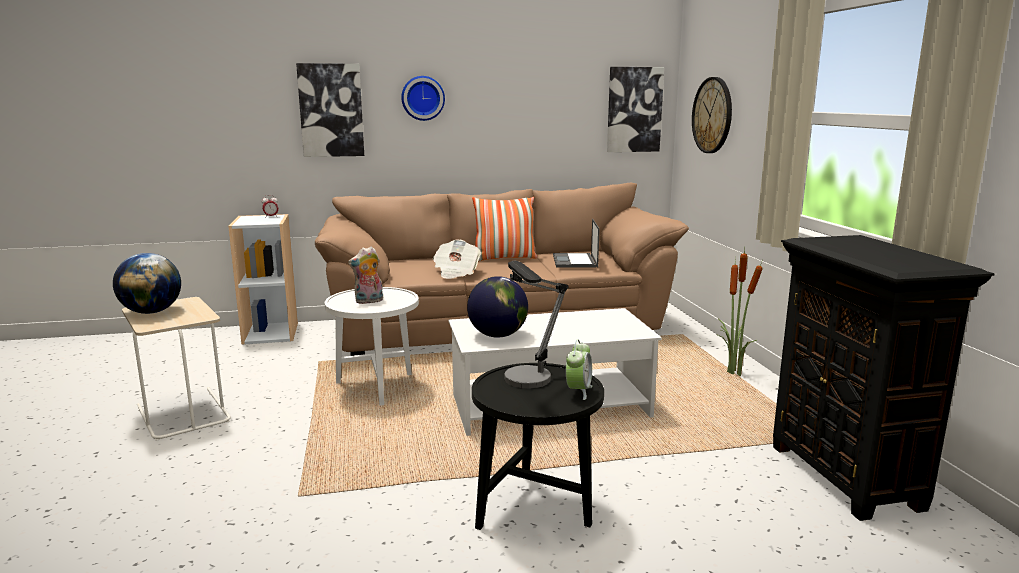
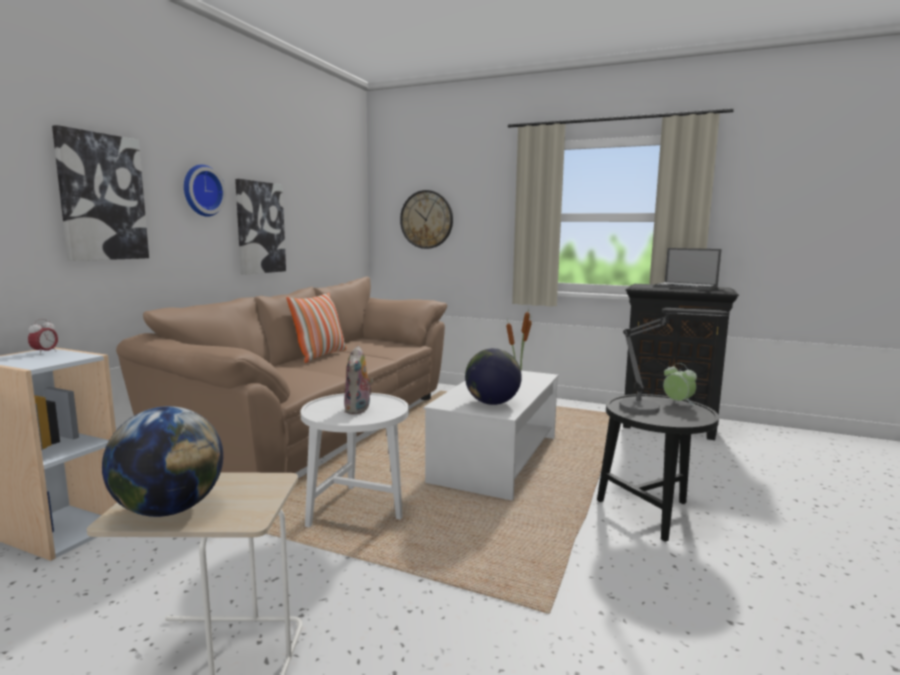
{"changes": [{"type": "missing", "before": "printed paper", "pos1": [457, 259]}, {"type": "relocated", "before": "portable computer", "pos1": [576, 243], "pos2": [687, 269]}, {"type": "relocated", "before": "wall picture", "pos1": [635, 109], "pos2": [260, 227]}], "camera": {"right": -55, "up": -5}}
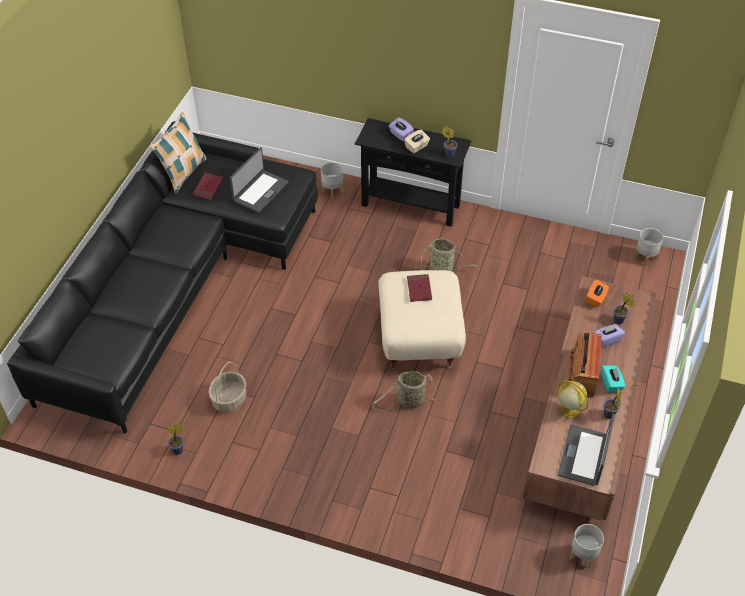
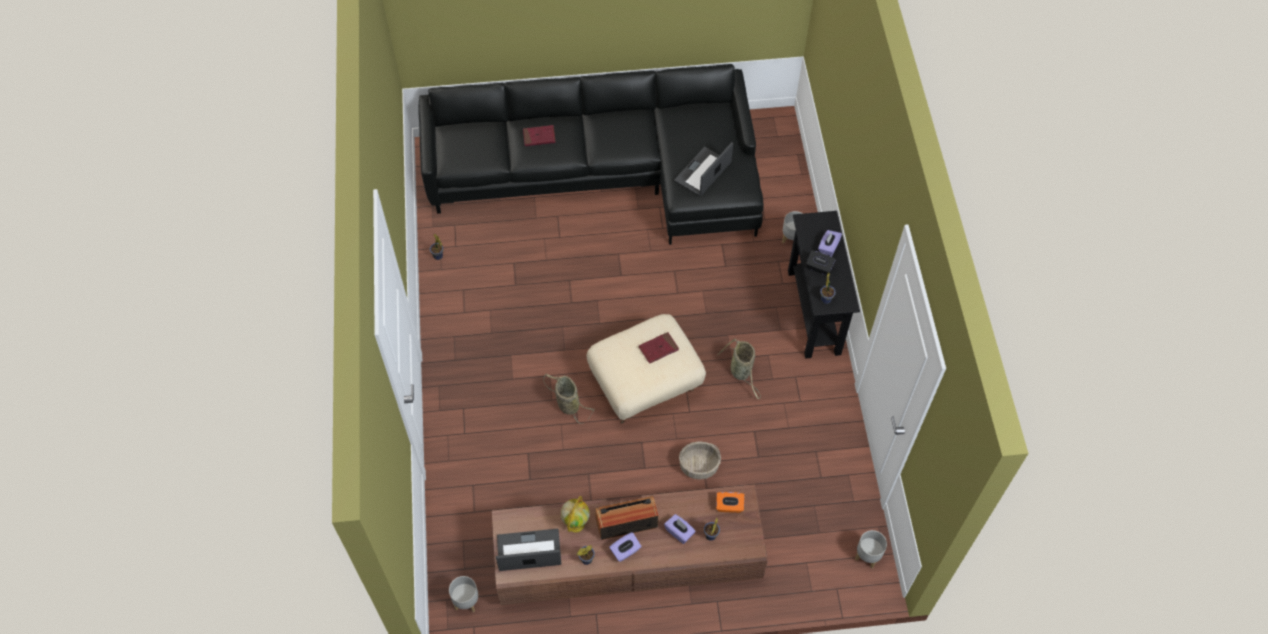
{"changes": [{"type": "missing", "before": "cushion", "pos1": [178, 153]}, {"type": "relocated", "before": "book (red-coloured)", "pos1": [208, 186], "pos2": [539, 135]}, {"type": "relocated", "before": "storage basket", "pos1": [227, 386], "pos2": [700, 460]}, {"type": "colour", "before": "tissue holder (beige)", "after": "tissue holder (black)", "pos1": [417, 141], "pos2": [821, 262]}, {"type": "colour", "before": "tissue holder (blue-green)", "after": "tissue holder (purple-coloured)", "pos1": [613, 379], "pos2": [625, 547]}, {"type": "spun", "before": "portable computer", "pos1": [259, 180], "pos2": [703, 169], "turn": 120}], "camera": {"right": 65, "up": 10}}
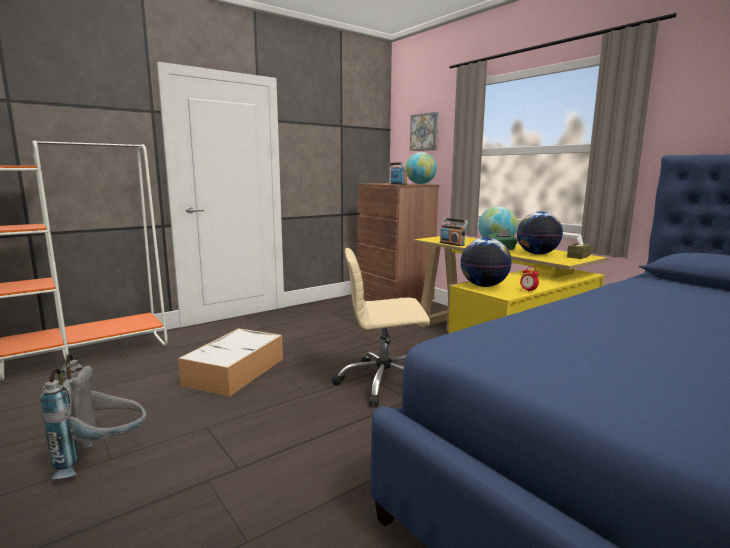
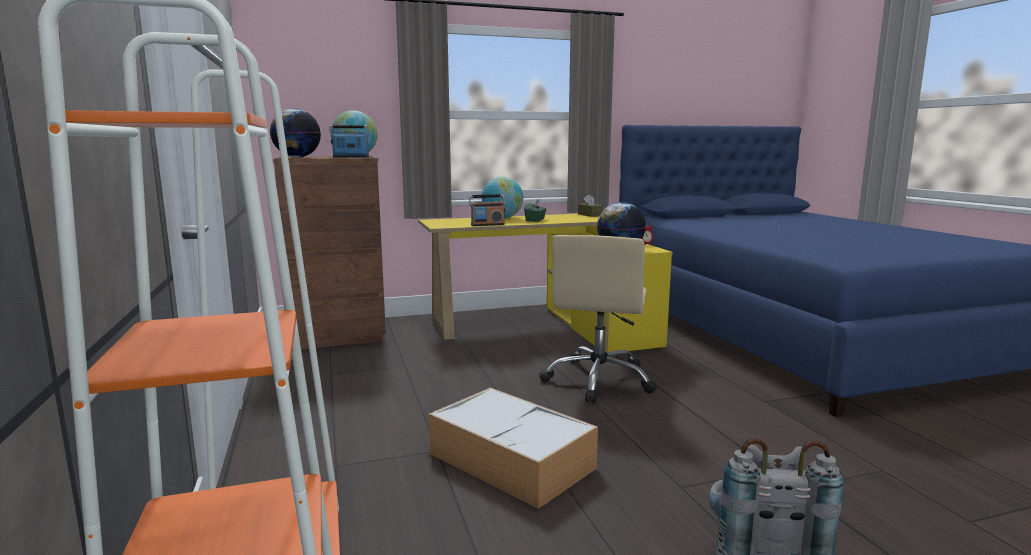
{"changes": [{"type": "missing", "before": "wall picture", "pos1": [424, 131]}, {"type": "relocated", "before": "world globe", "pos1": [540, 233], "pos2": [295, 132]}], "camera": {"right": -70, "up": 0}}
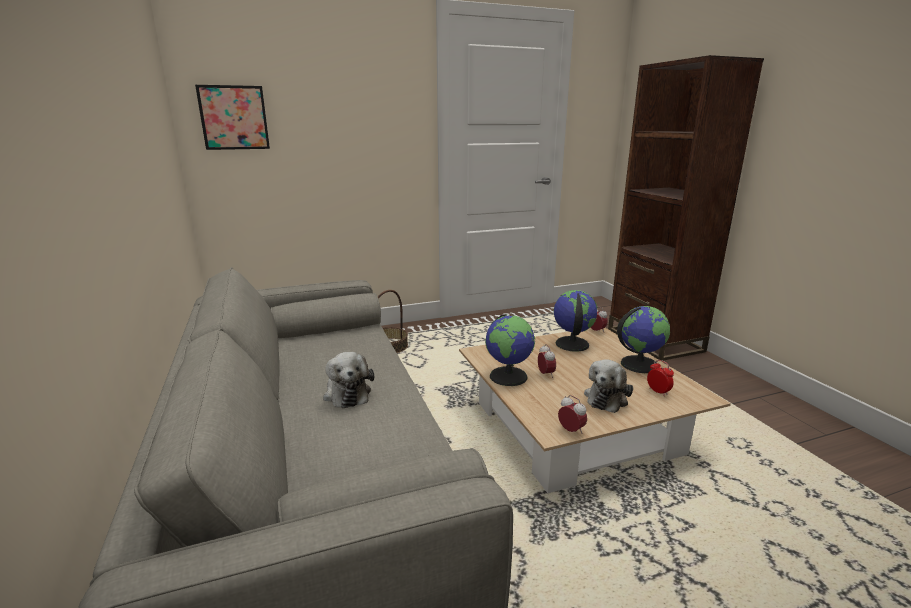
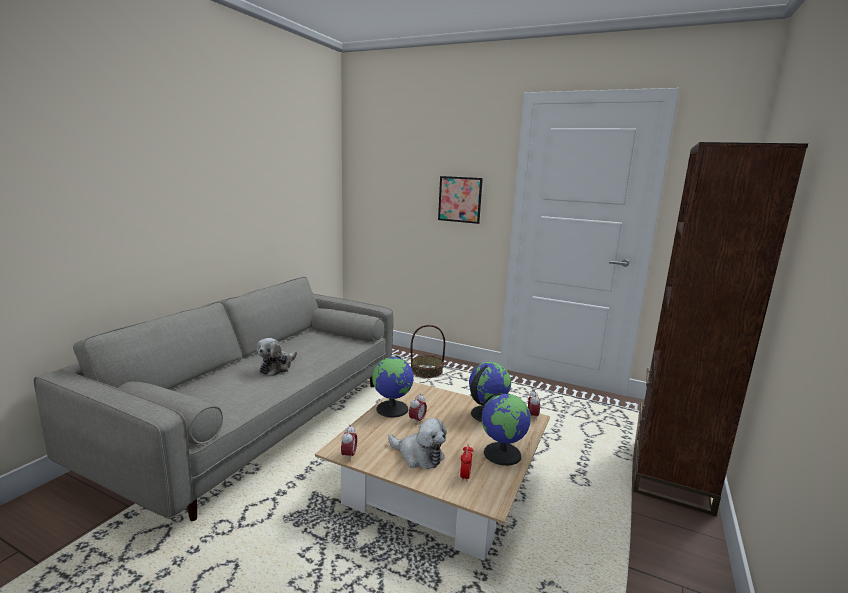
{"changes": [{"type": "relocated", "before": "wall picture", "pos1": [232, 117], "pos2": [460, 200]}, {"type": "spun", "before": "soft toy", "pos1": [608, 386], "pos2": [417, 443], "turn": -135}], "camera": {"right": 45, "up": -5}}
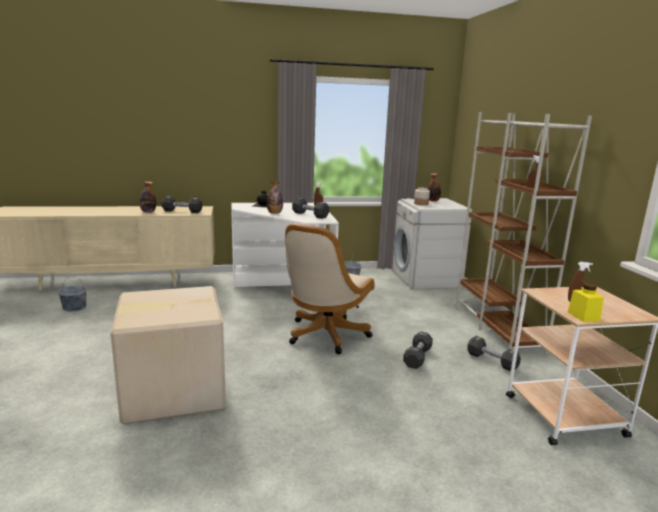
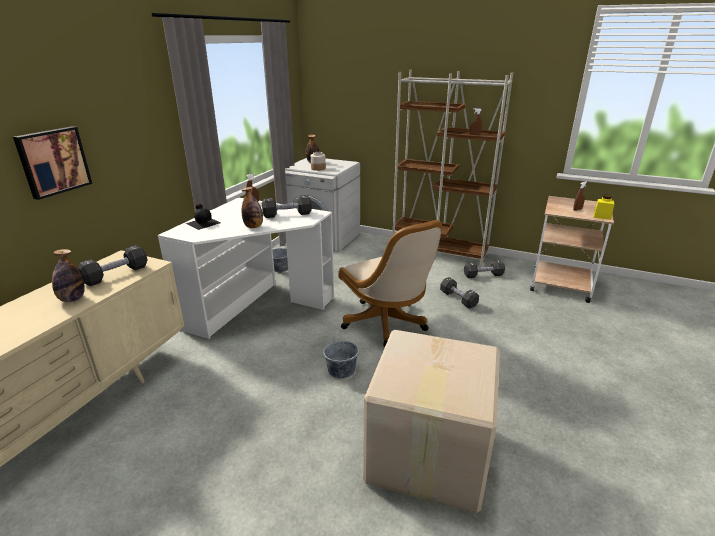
{"changes": [{"type": "appeared", "after": "wall picture", "pos2": [52, 163]}, {"type": "relocated", "before": "bucket (grey)", "pos1": [72, 294], "pos2": [341, 356]}], "camera": {"right": -55, "up": 10}}
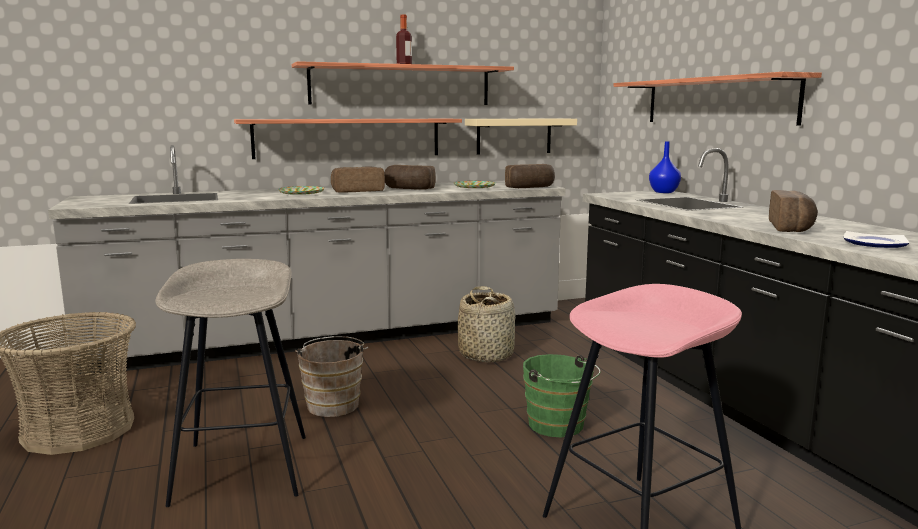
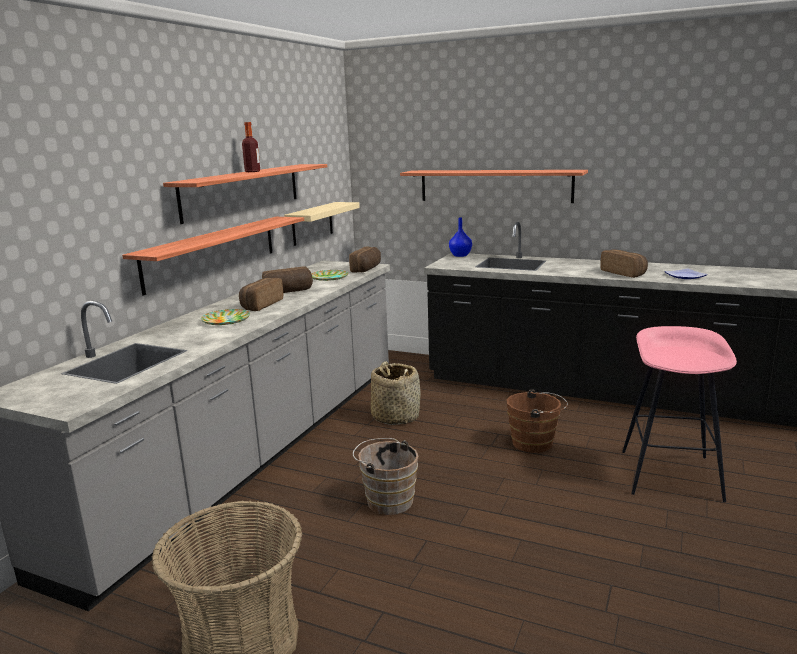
{"changes": [{"type": "missing", "before": "stool seat (grey)", "pos1": [231, 383]}, {"type": "colour", "before": "bucket (green-coloured)", "after": "bucket (brown-coloured)", "pos1": [562, 395], "pos2": [537, 421]}], "camera": {"right": -45, "up": 5}}
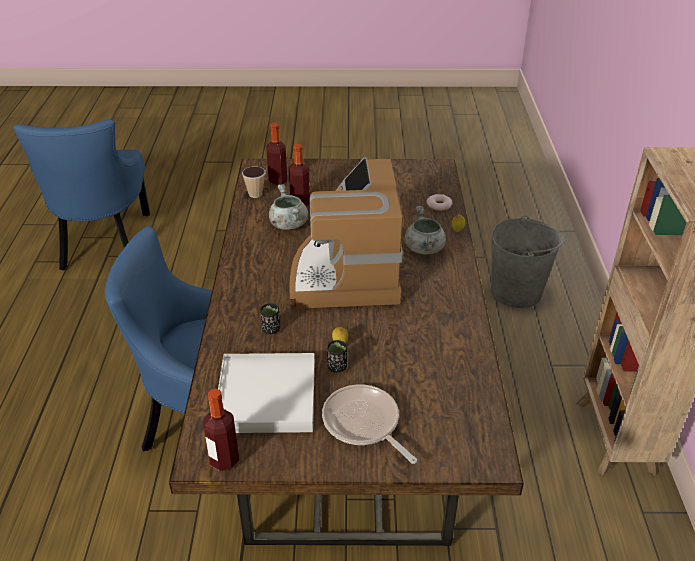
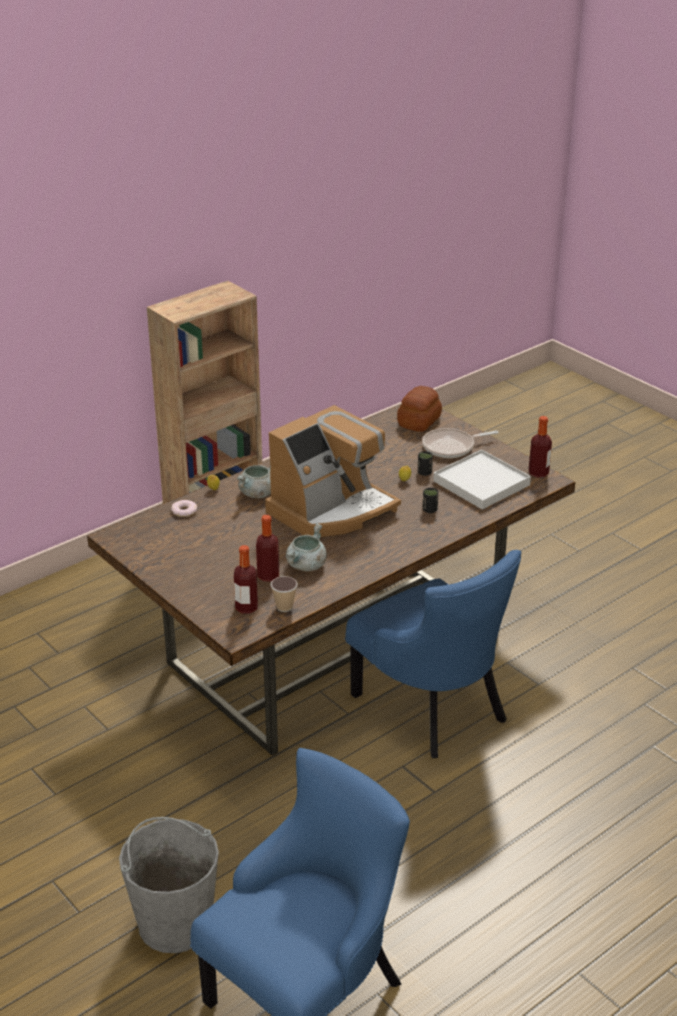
{"changes": [{"type": "appeared", "after": "bread", "pos2": [419, 409]}, {"type": "relocated", "before": "bucket (grey)", "pos1": [527, 261], "pos2": [169, 885]}, {"type": "spun", "before": "frying pan", "pos1": [369, 424], "pos2": [460, 443], "turn": 60}], "camera": {"right": -130, "up": -5}}
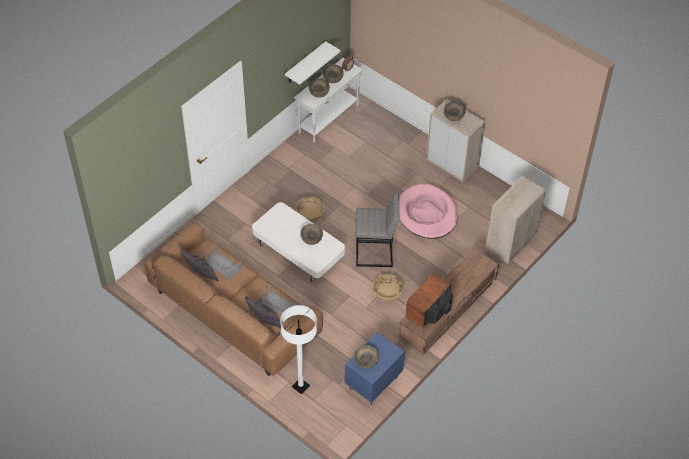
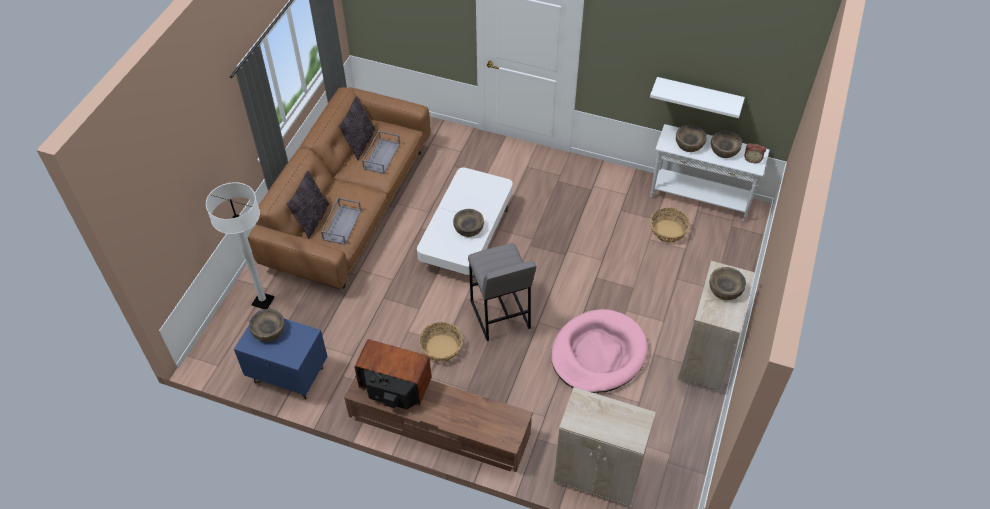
{"changes": [{"type": "relocated", "before": "storage basket", "pos1": [310, 209], "pos2": [670, 225]}], "camera": {"right": 70, "up": 0}}
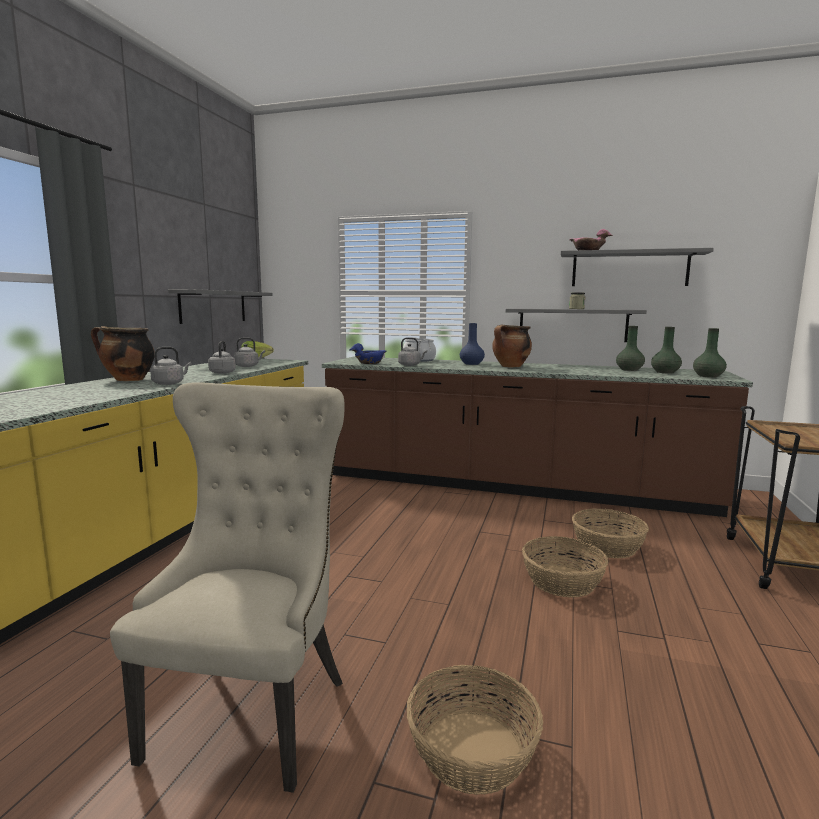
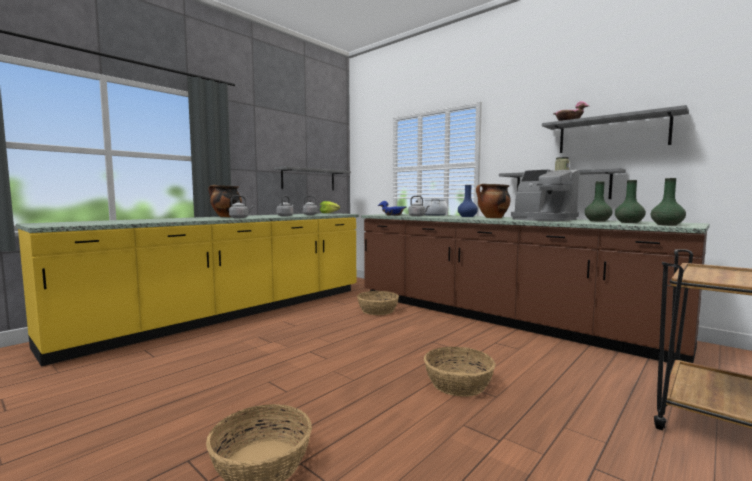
{"changes": [{"type": "missing", "before": "chair (beige)", "pos1": [227, 587]}, {"type": "appeared", "after": "coffee machine", "pos2": [545, 195]}, {"type": "relocated", "before": "storage basket", "pos1": [610, 533], "pos2": [378, 303]}], "camera": {"right": 25, "up": -5}}
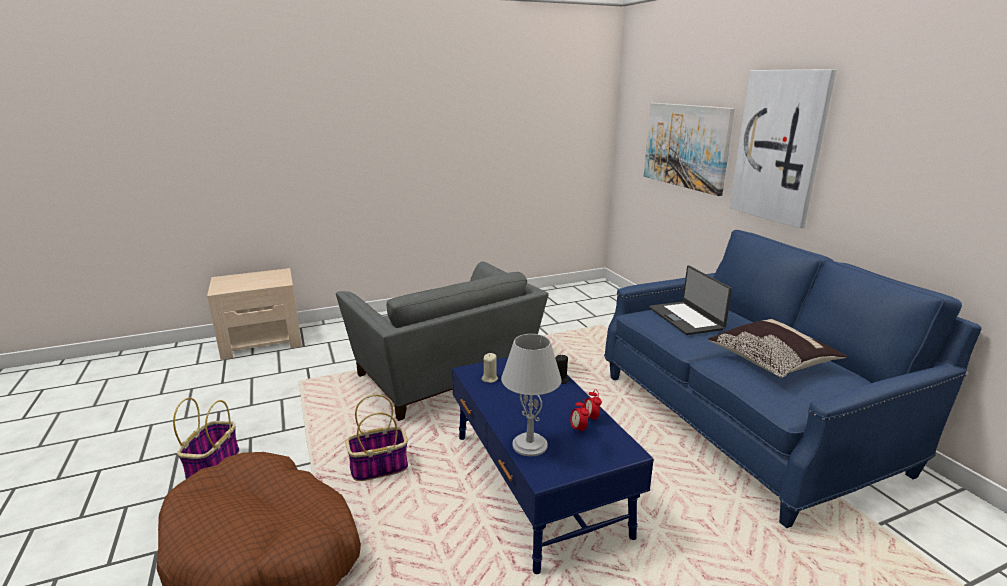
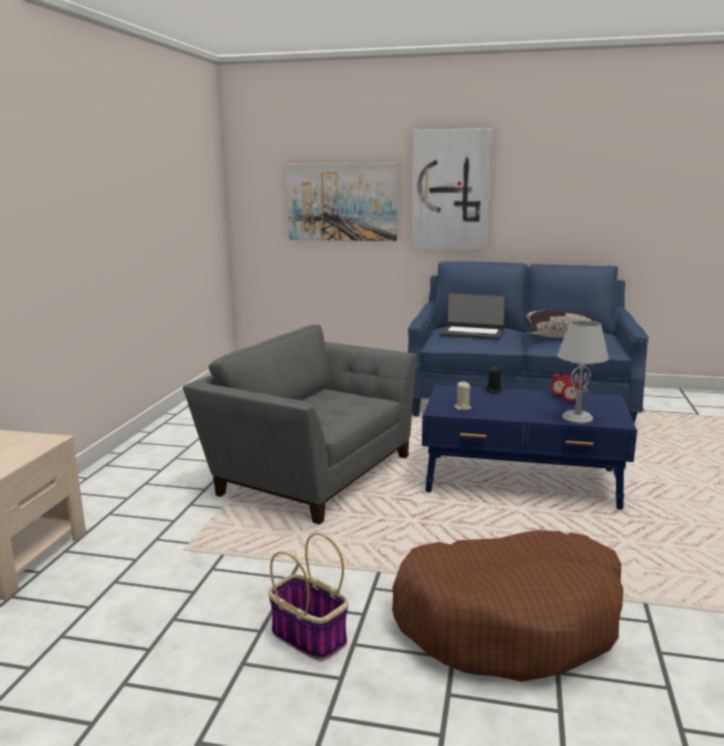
{"changes": [{"type": "missing", "before": "storage basket", "pos1": [376, 437]}, {"type": "spun", "before": "armchair (grey)", "pos1": [442, 341], "pos2": [300, 425], "turn": -150}], "camera": {"right": -55, "up": -5}}
